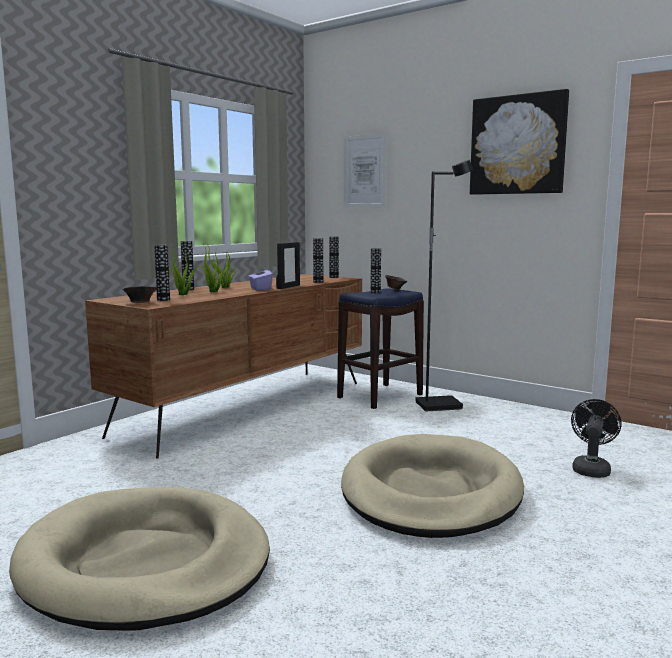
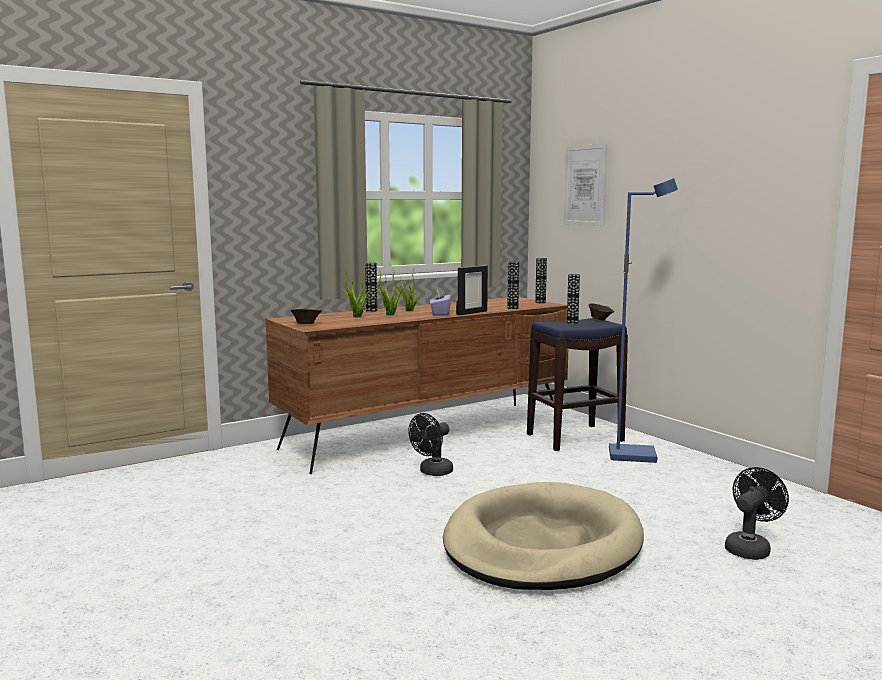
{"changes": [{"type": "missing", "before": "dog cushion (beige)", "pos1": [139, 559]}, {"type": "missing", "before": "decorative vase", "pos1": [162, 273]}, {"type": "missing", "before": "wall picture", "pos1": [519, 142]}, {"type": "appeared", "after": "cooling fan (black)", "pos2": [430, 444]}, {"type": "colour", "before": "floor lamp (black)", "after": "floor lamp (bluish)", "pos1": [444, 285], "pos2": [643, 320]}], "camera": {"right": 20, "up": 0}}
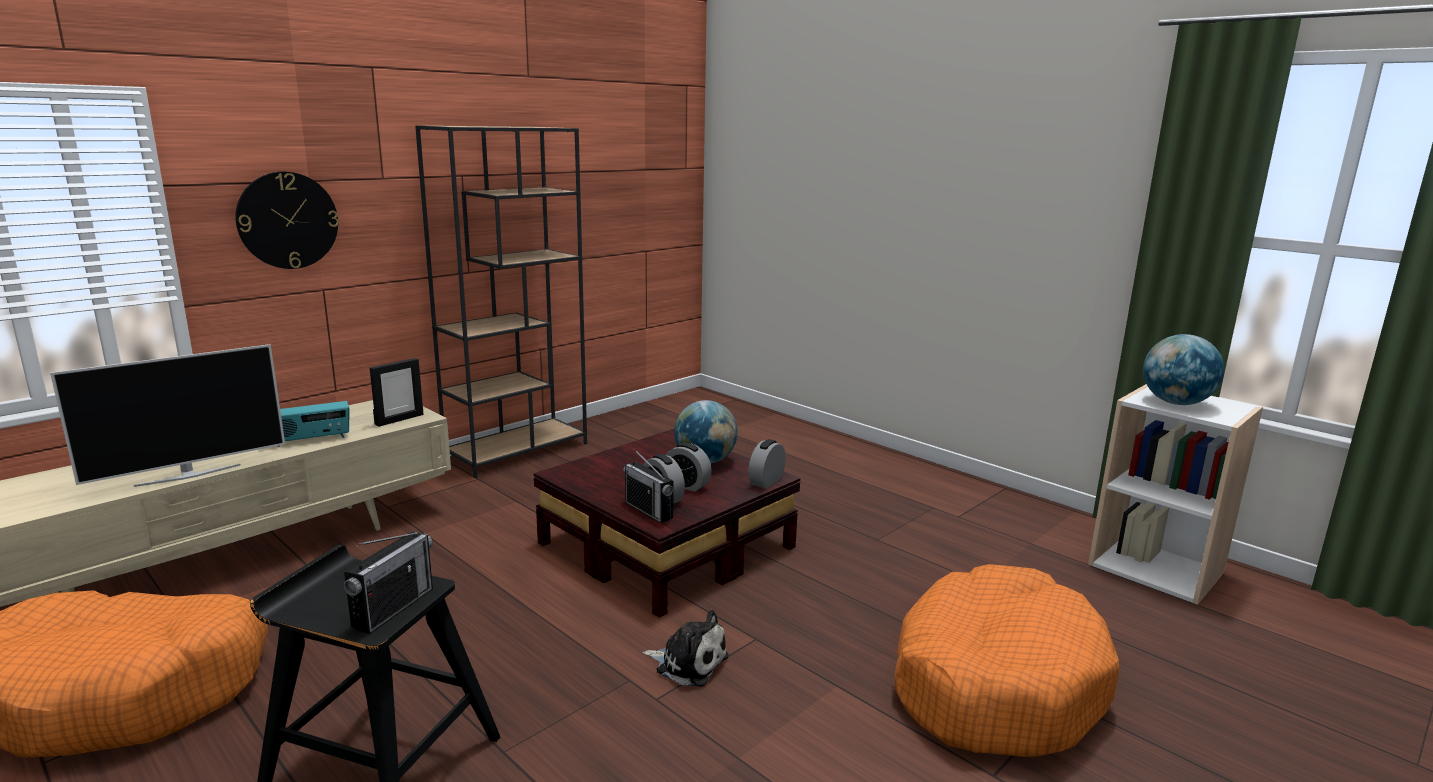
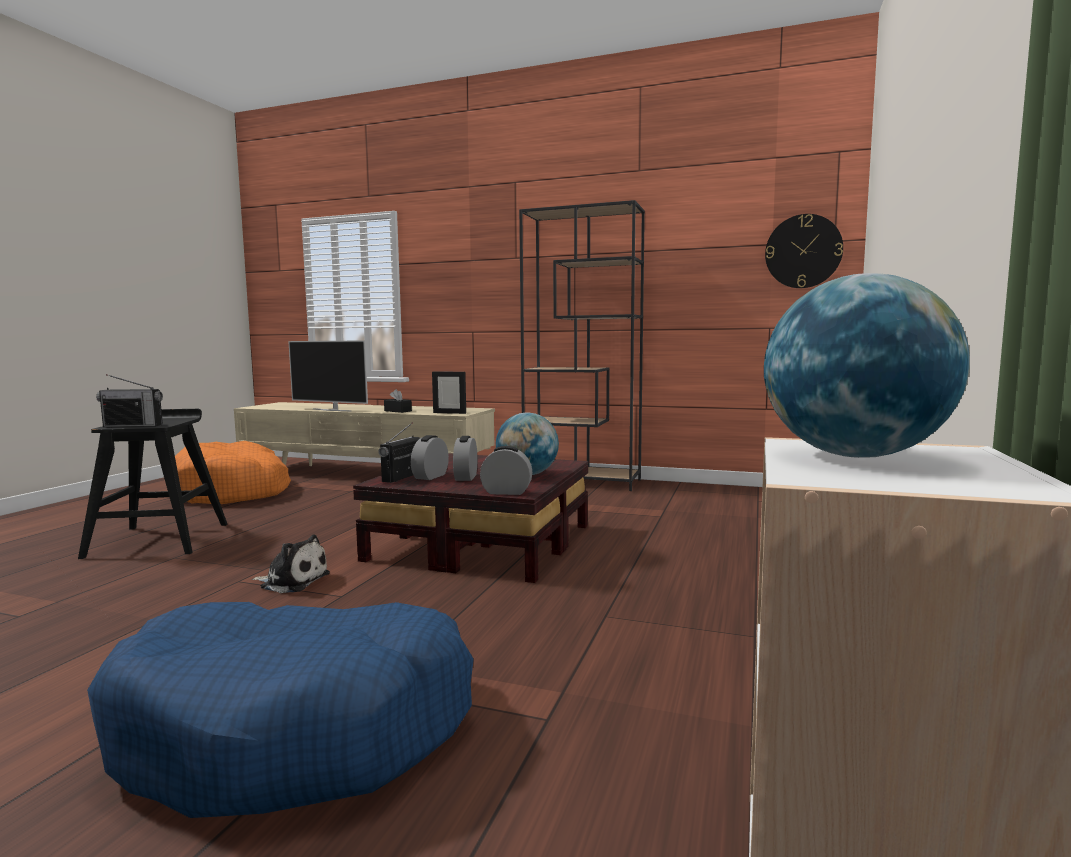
{"changes": [{"type": "relocated", "before": "hanging clock", "pos1": [287, 220], "pos2": [804, 251]}, {"type": "exchanged", "before": "radio set", "after": "tissue holder (black)", "pos1": [313, 424], "pos2": [398, 401]}, {"type": "colour", "before": "dog cushion (orange-coloured)", "after": "dog cushion (bluish)", "pos1": [1007, 660], "pos2": [280, 710]}, {"type": "spun", "before": "soft toy", "pos1": [686, 648], "pos2": [291, 564], "turn": -75}], "camera": {"right": 65, "up": -10}}
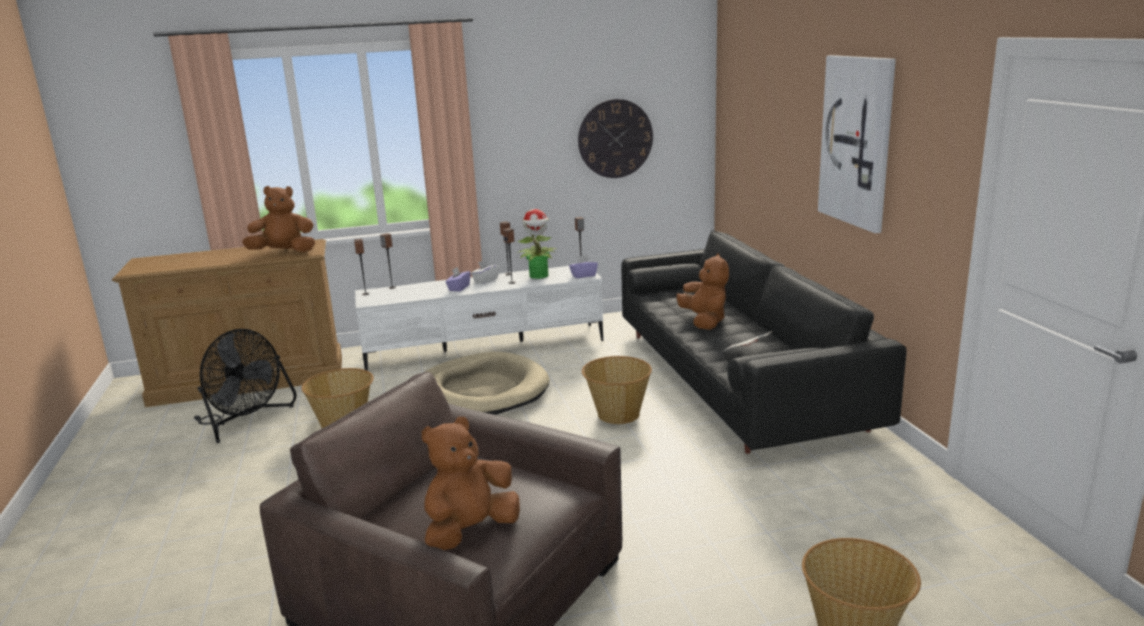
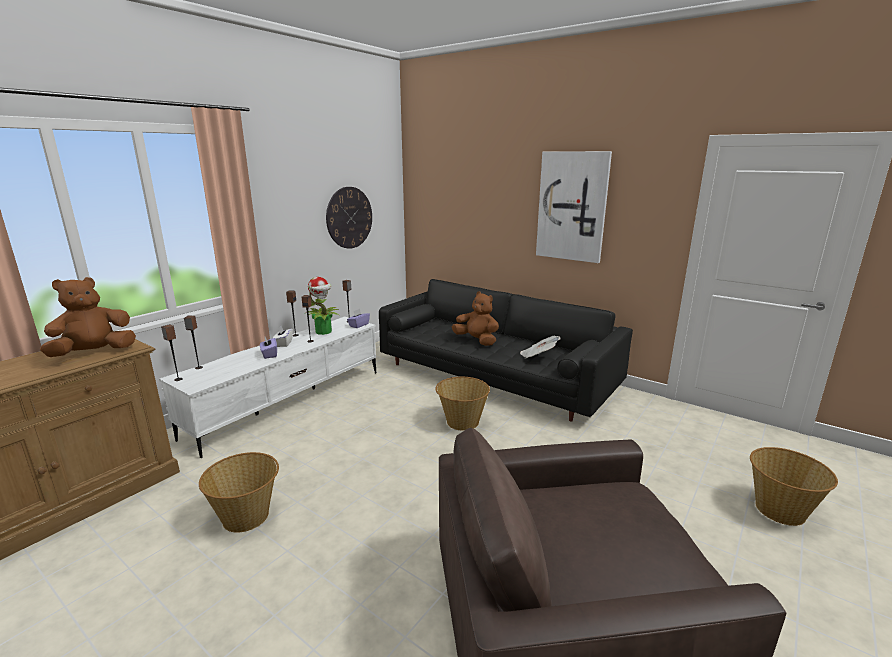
{"changes": [{"type": "missing", "before": "cooling fan (black)", "pos1": [245, 386]}, {"type": "missing", "before": "soft toy (brown-coloured)", "pos1": [471, 483]}, {"type": "missing", "before": "dog cushion (beige)", "pos1": [487, 383]}], "camera": {"right": -40, "up": 0}}
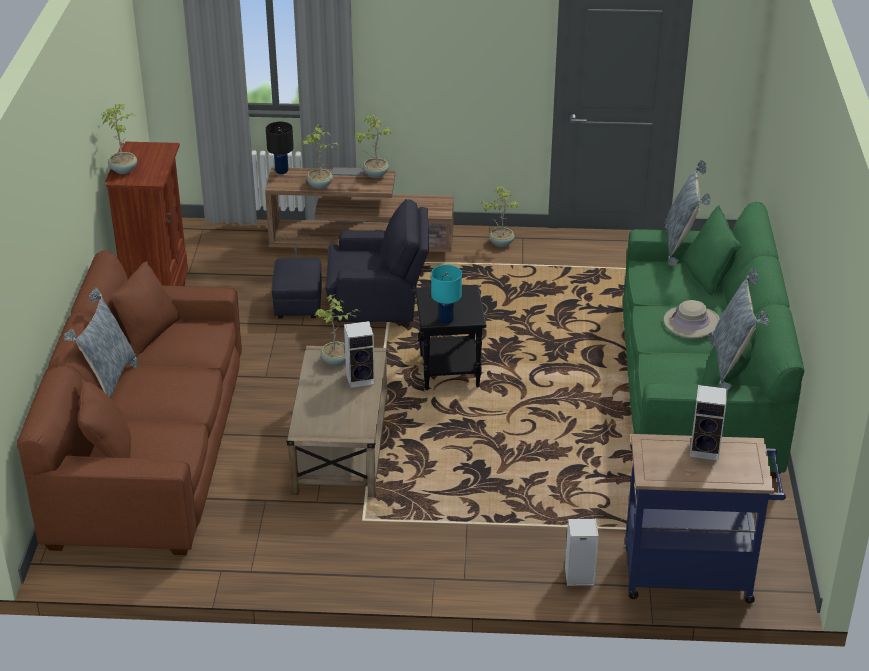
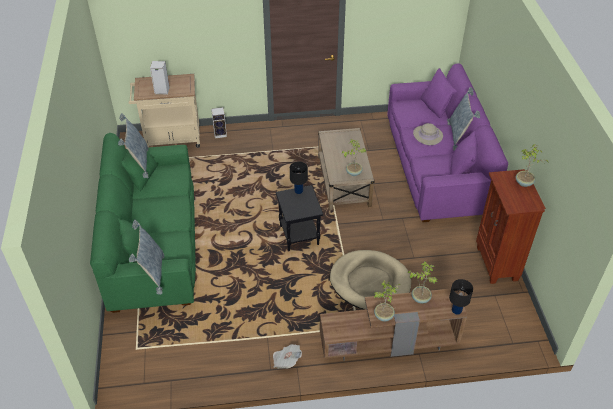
{"changes": [{"type": "missing", "before": "loudspeaker", "pos1": [359, 354]}, {"type": "relocated", "before": "hat (beige)", "pos1": [692, 319], "pos2": [428, 134]}, {"type": "exchanged", "before": "armchair (black)", "after": "dog cushion (beige)", "pos1": [350, 260], "pos2": [370, 280]}, {"type": "exchanged", "before": "plant in a pot", "after": "printed paper", "pos1": [499, 216], "pos2": [287, 356]}, {"type": "colour", "before": "settee (brown-coloured)", "after": "settee (purple-coloured)", "pos1": [129, 402], "pos2": [447, 142]}, {"type": "colour", "before": "table lamp (blue-green)", "after": "table lamp (black)", "pos1": [446, 294], "pos2": [299, 177]}, {"type": "colour", "before": "wheeled cart (bluish)", "after": "wheeled cart (beige)", "pos1": [705, 519], "pos2": [164, 111]}], "camera": {"right": 170, "up": 10}}
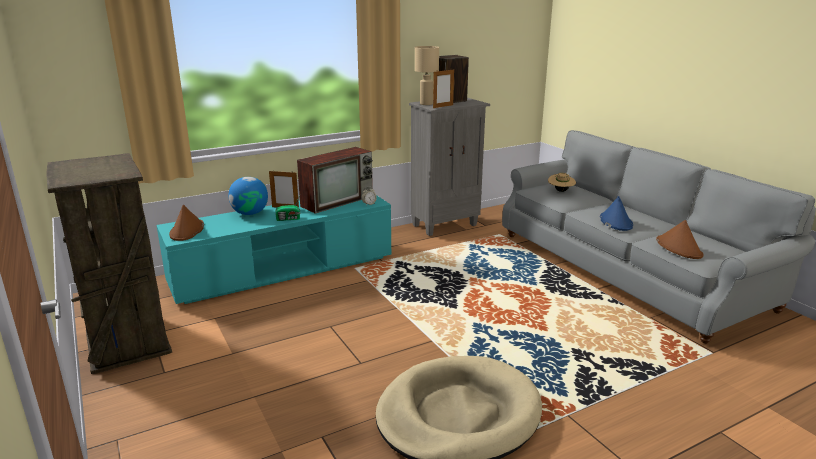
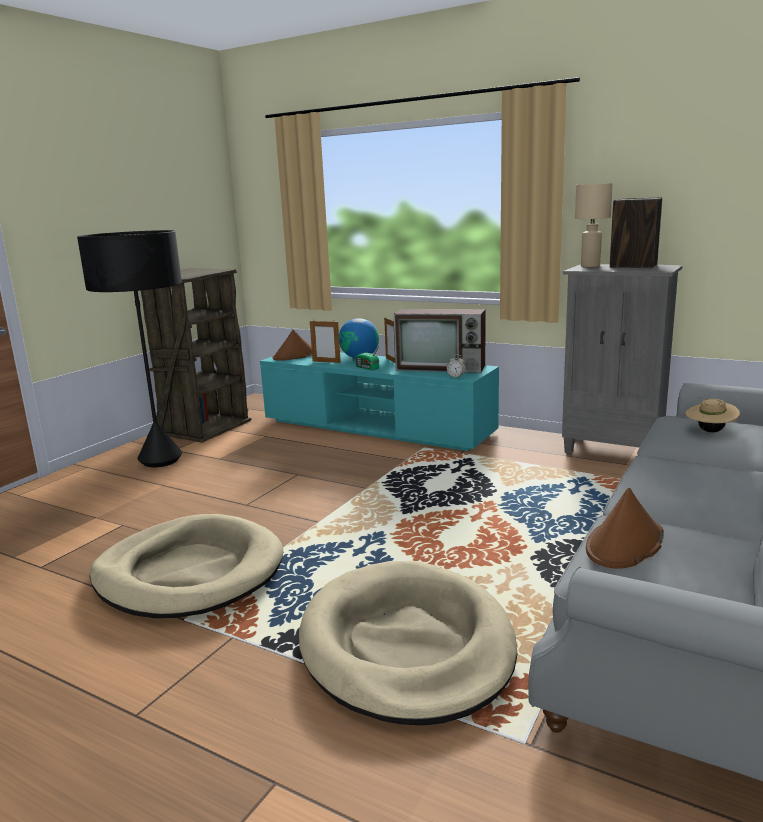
{"changes": [{"type": "missing", "before": "hat (bluish)", "pos1": [616, 213]}, {"type": "appeared", "after": "floor lamp (black)", "pos2": [129, 348]}, {"type": "appeared", "after": "dog cushion (beige)", "pos2": [408, 643]}, {"type": "relocated", "before": "picture frame", "pos1": [443, 88], "pos2": [325, 342]}], "camera": {"right": 60, "up": -5}}
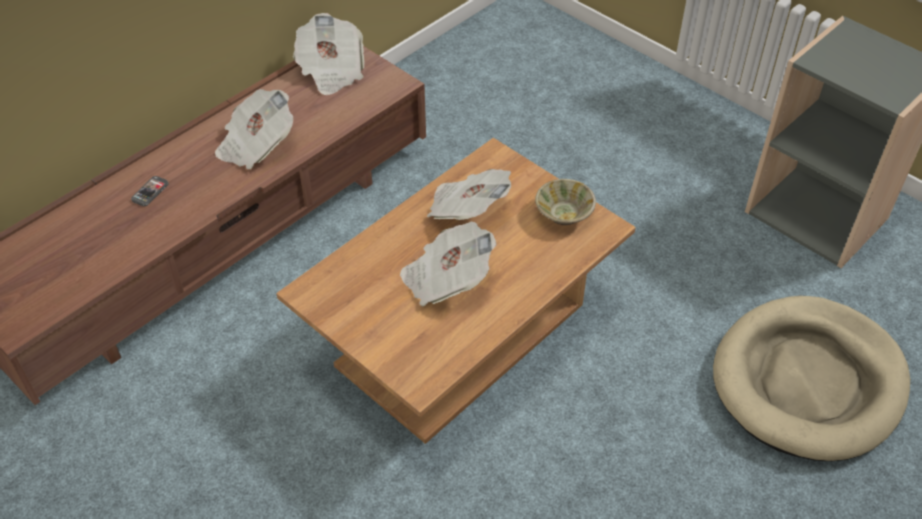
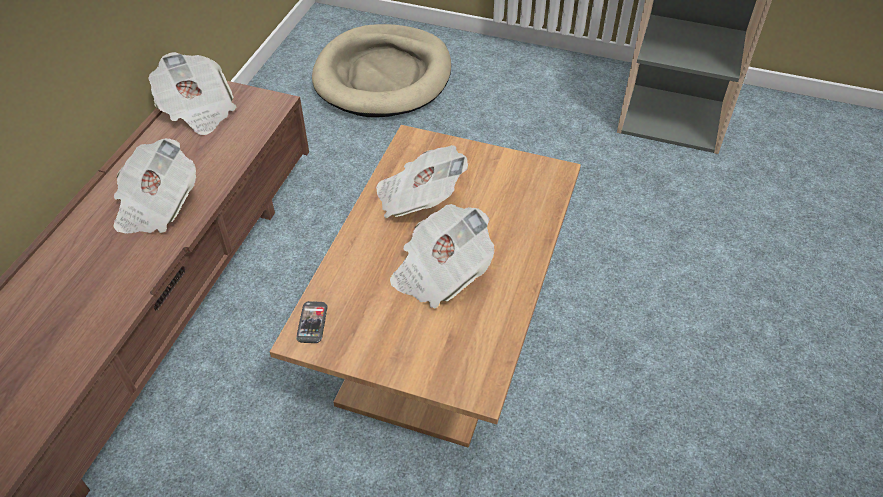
{"changes": [{"type": "missing", "before": "serving bowl (beige)", "pos1": [565, 202]}, {"type": "relocated", "before": "handset", "pos1": [150, 191], "pos2": [312, 322]}, {"type": "relocated", "before": "dog cushion (beige)", "pos1": [811, 378], "pos2": [381, 70]}], "camera": {"right": -25, "up": 0}}
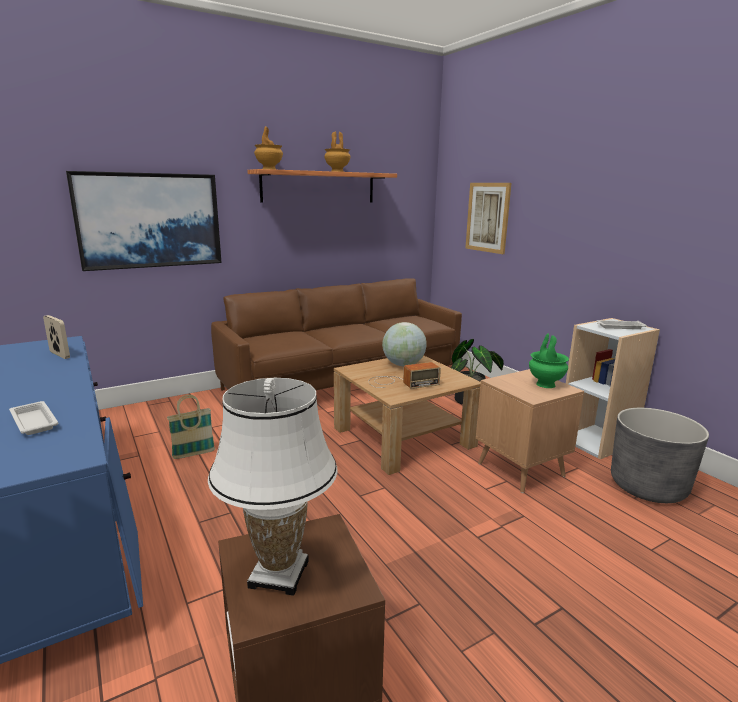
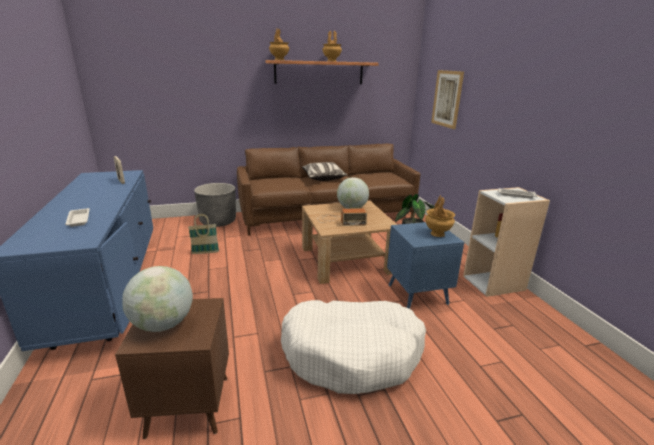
{"changes": [{"type": "missing", "before": "wall picture", "pos1": [144, 221]}, {"type": "appeared", "after": "dog cushion (white)", "pos2": [353, 347]}, {"type": "appeared", "after": "cushion", "pos2": [324, 171]}, {"type": "relocated", "before": "flower pot (grey)", "pos1": [660, 455], "pos2": [215, 205]}, {"type": "exchanged", "before": "table lamp (white)", "after": "world globe", "pos1": [273, 487], "pos2": [157, 299]}, {"type": "colour", "before": "end table (brown-coloured)", "after": "end table (bluish)", "pos1": [530, 431], "pos2": [425, 265]}, {"type": "colour", "before": "decorative vase (green-coloured)", "after": "decorative vase (brown-coloured)", "pos1": [549, 360], "pos2": [440, 216]}], "camera": {"right": 15, "up": 5}}
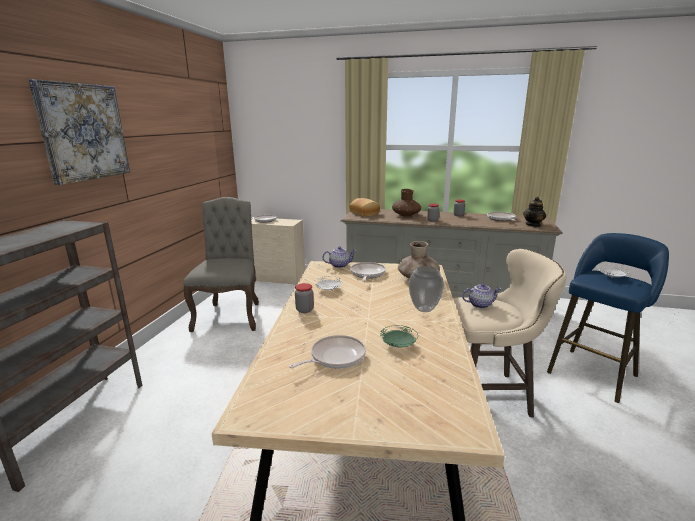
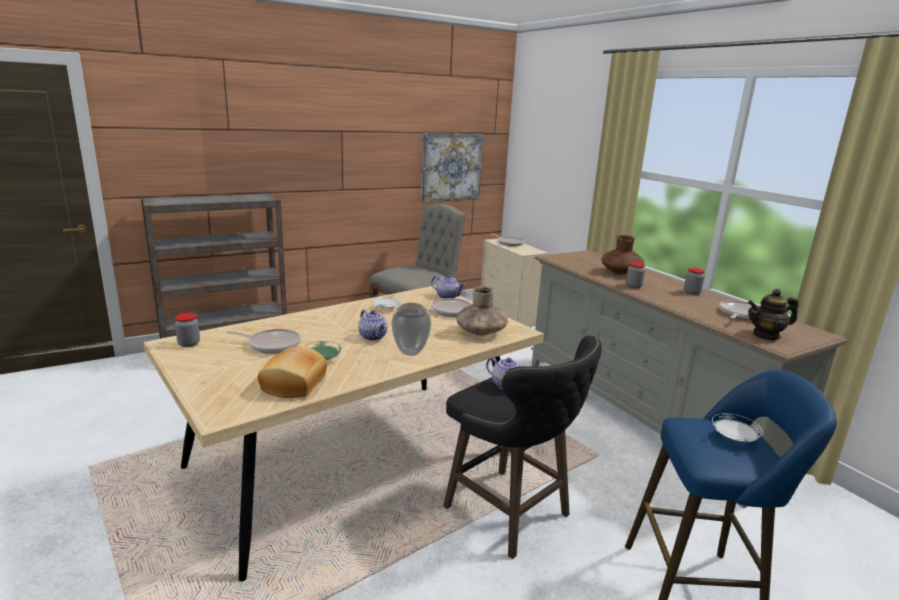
{"changes": [{"type": "appeared", "after": "tea pot", "pos2": [373, 325]}, {"type": "relocated", "before": "wall picture", "pos1": [79, 132], "pos2": [452, 167]}, {"type": "relocated", "before": "jar", "pos1": [304, 298], "pos2": [187, 330]}, {"type": "relocated", "before": "bread", "pos1": [365, 207], "pos2": [292, 372]}, {"type": "colour", "before": "stool seat (beige)", "after": "stool seat (black)", "pos1": [510, 332], "pos2": [522, 447]}], "camera": {"right": 45, "up": 0}}
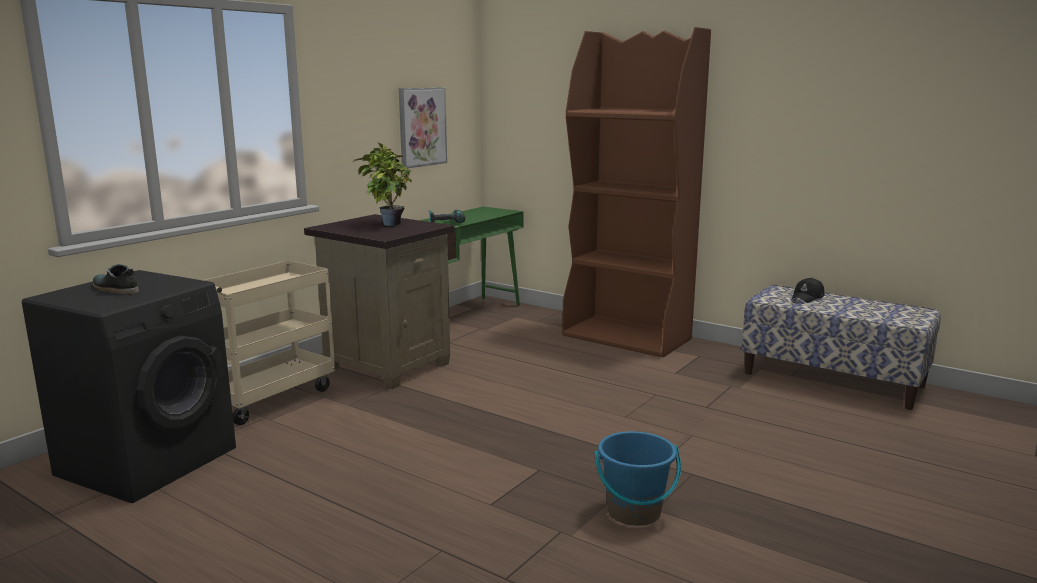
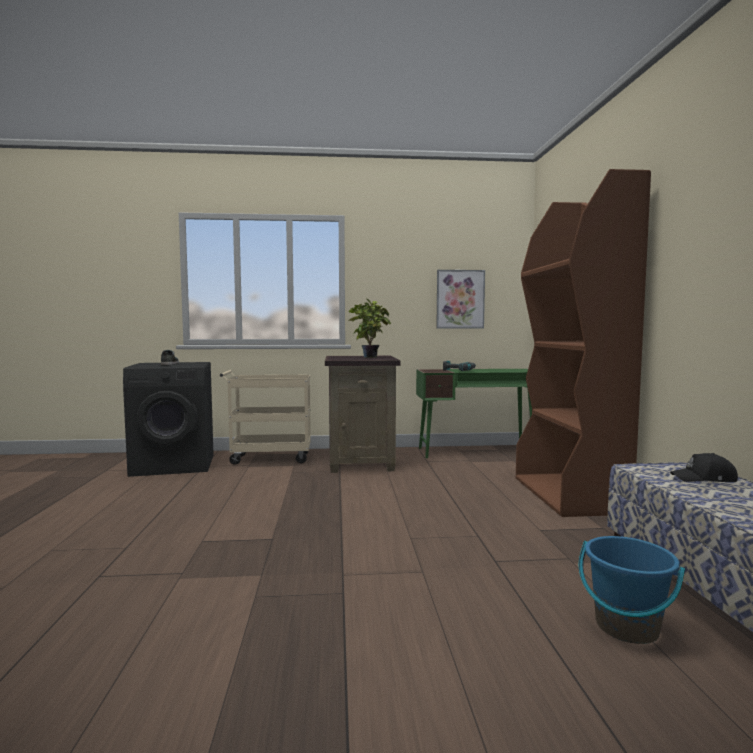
{"changes": [{"type": "relocated", "before": "bucket (bluish)", "pos1": [637, 478], "pos2": [632, 590]}], "camera": {"right": 50, "up": -10}}
